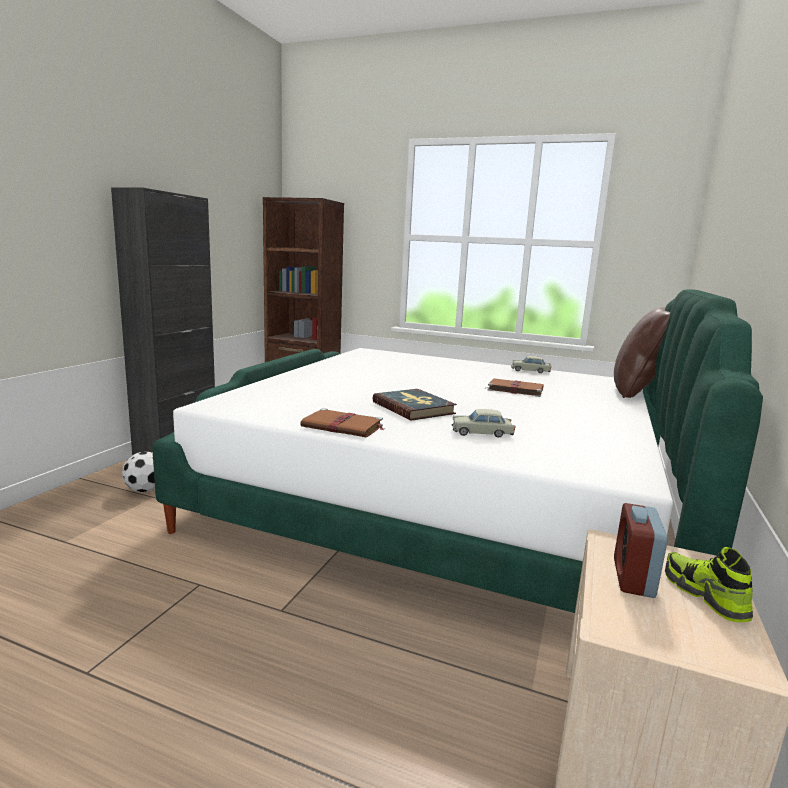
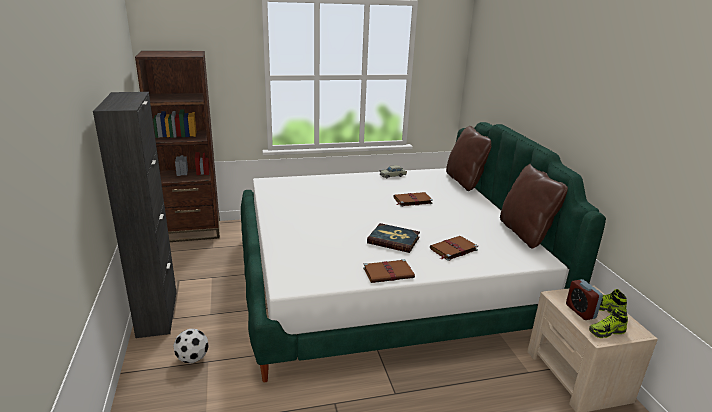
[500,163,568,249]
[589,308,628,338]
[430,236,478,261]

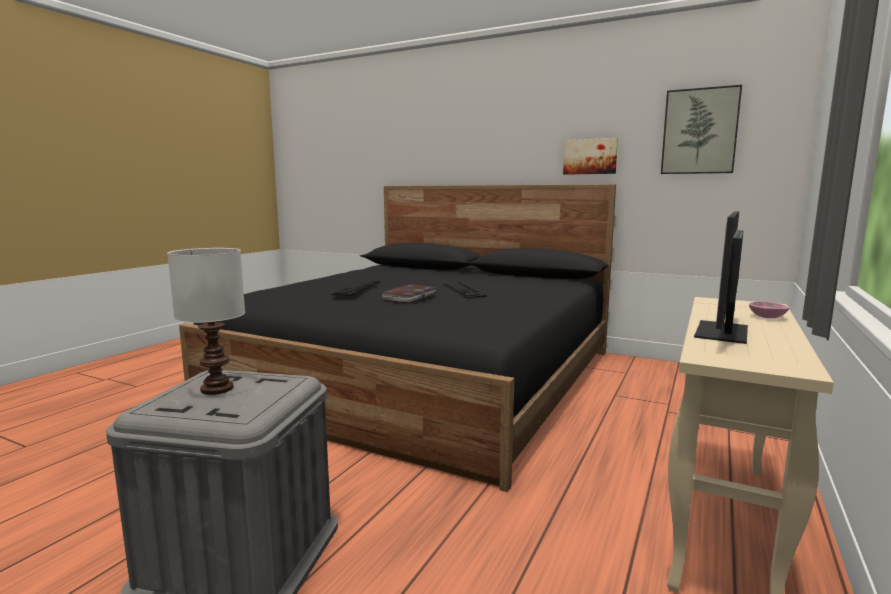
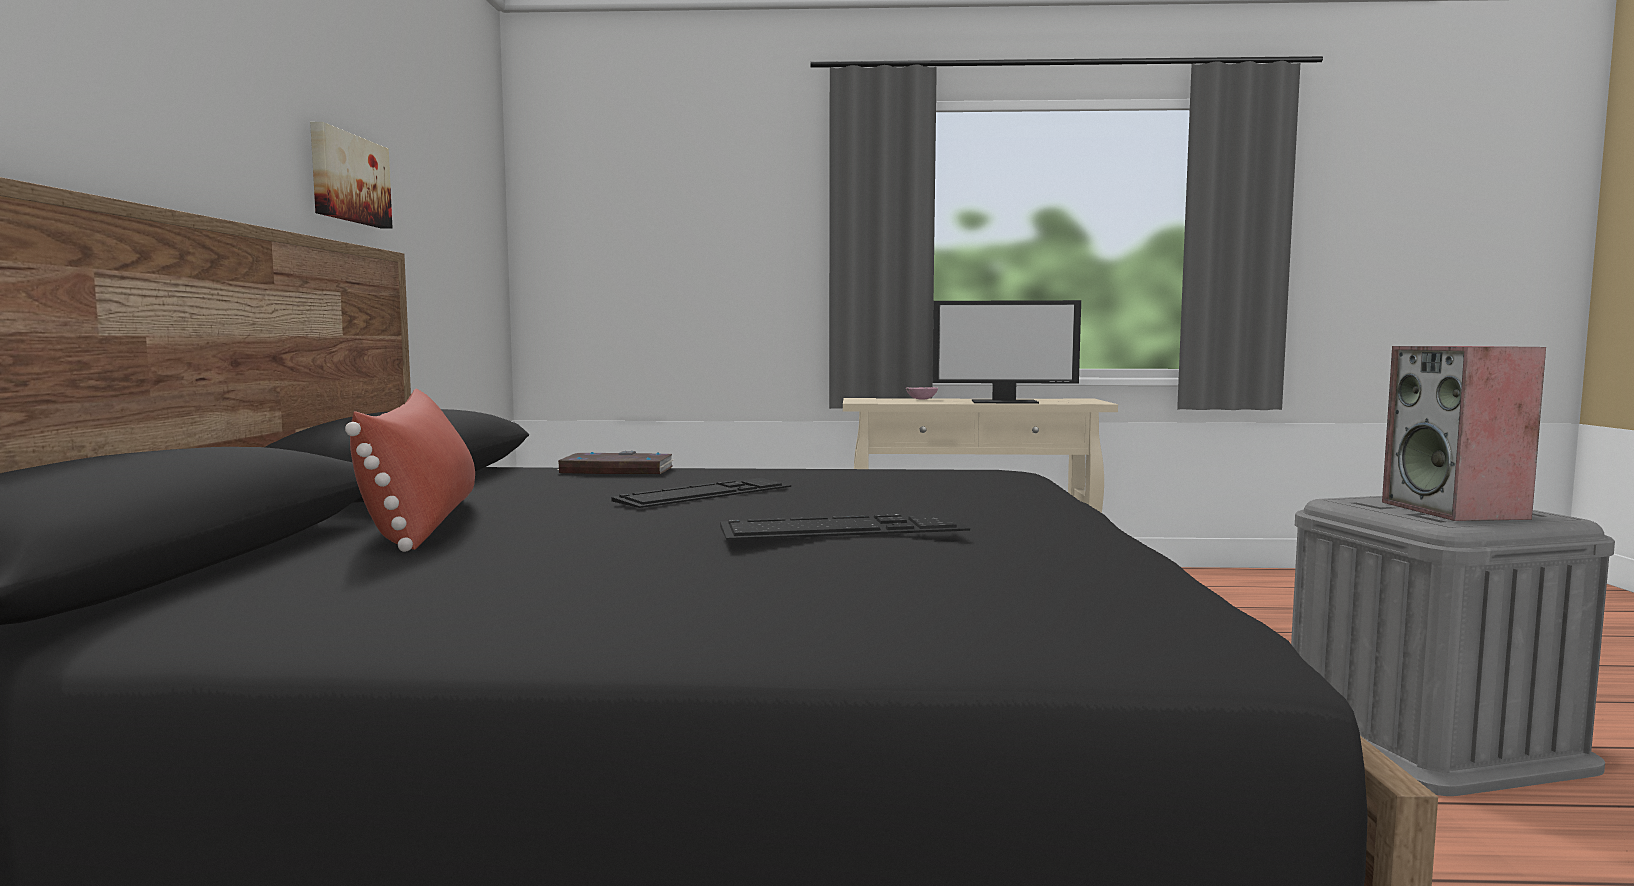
[661,85,742,174] (first image)
[345,389,475,552]
[557,451,675,474]
[1382,346,1546,521]

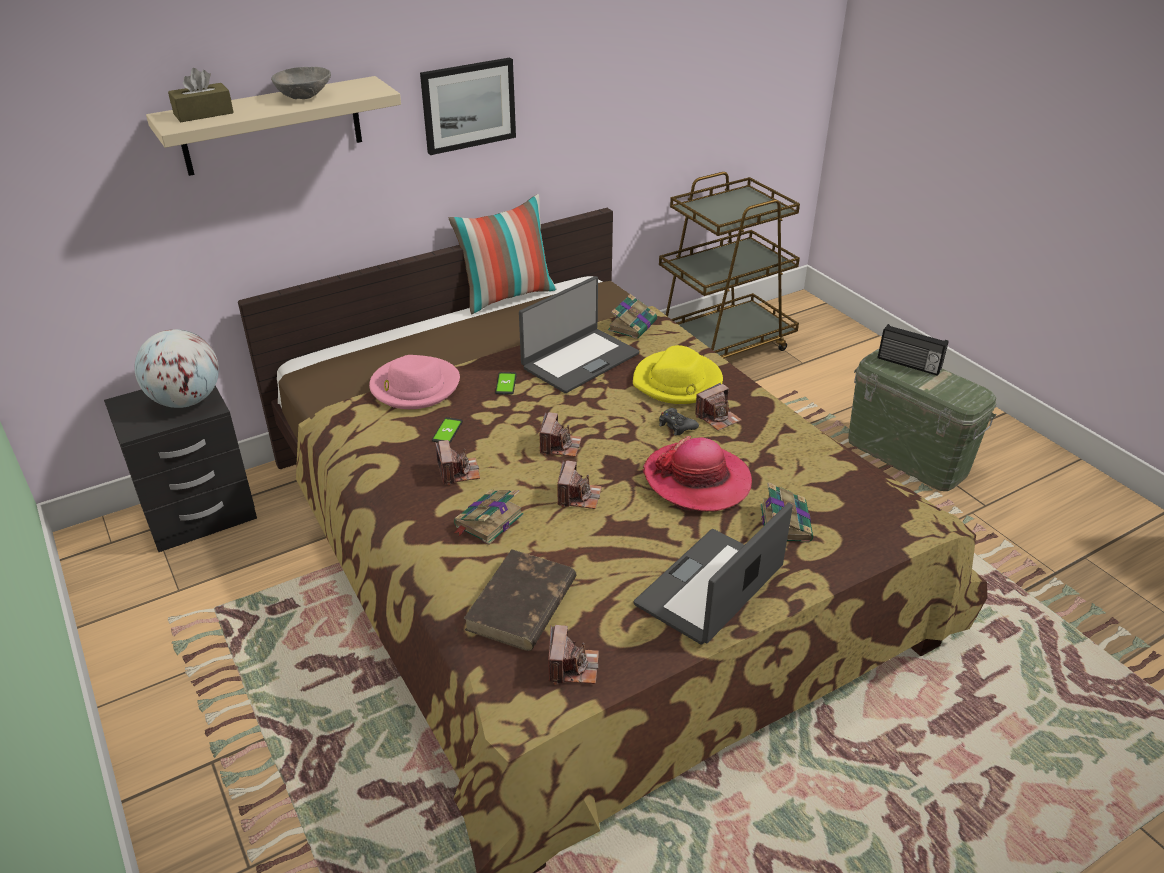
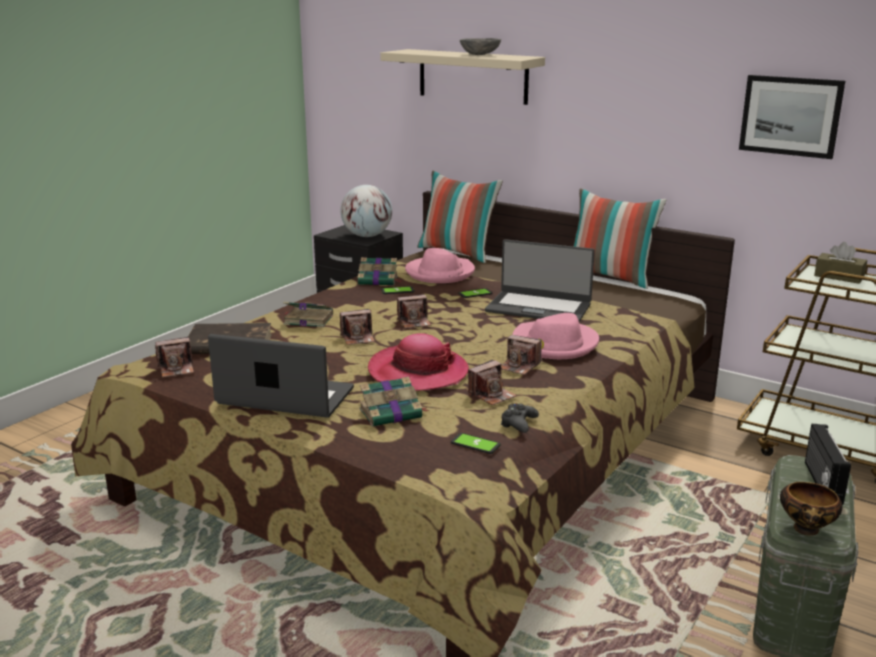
[417,170,503,263]
[451,433,501,454]
[780,482,843,536]
[814,242,867,284]
[739,75,845,159]
[468,360,517,405]
[358,257,400,286]
[500,403,539,433]
[512,313,599,359]

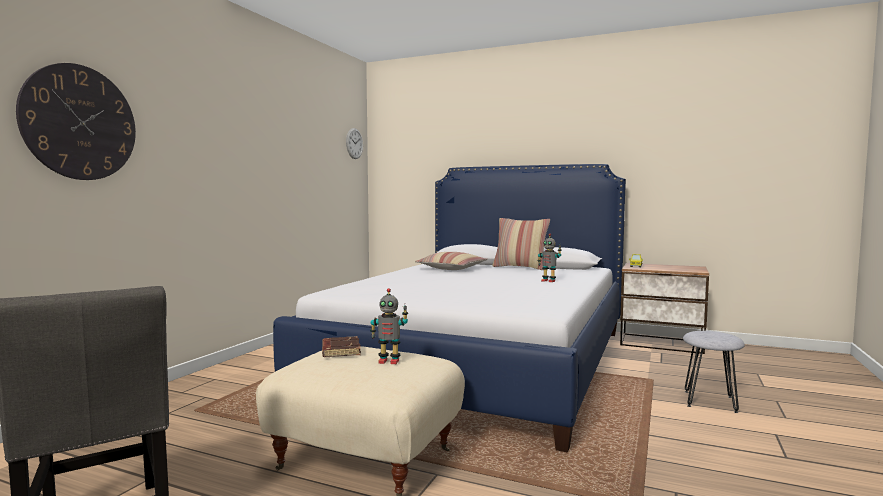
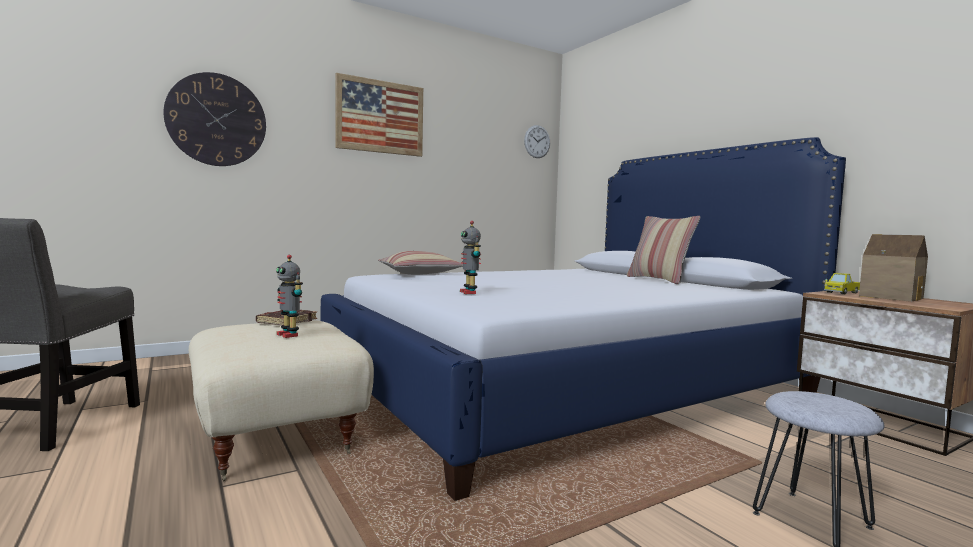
[335,73,423,157]
[859,234,928,302]
[378,251,463,275]
[460,221,481,294]

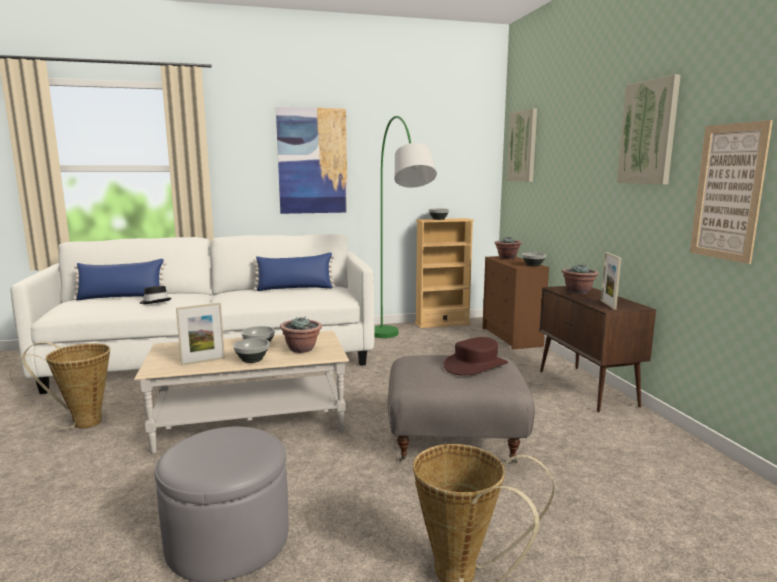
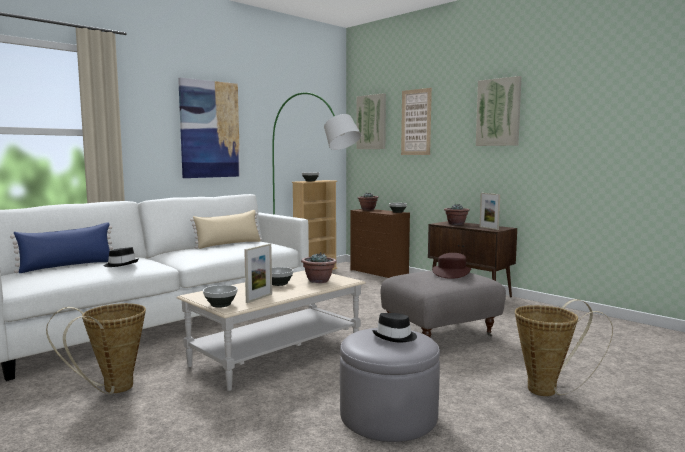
[372,313,417,343]
[203,285,238,308]
[401,88,432,155]
[190,210,262,249]

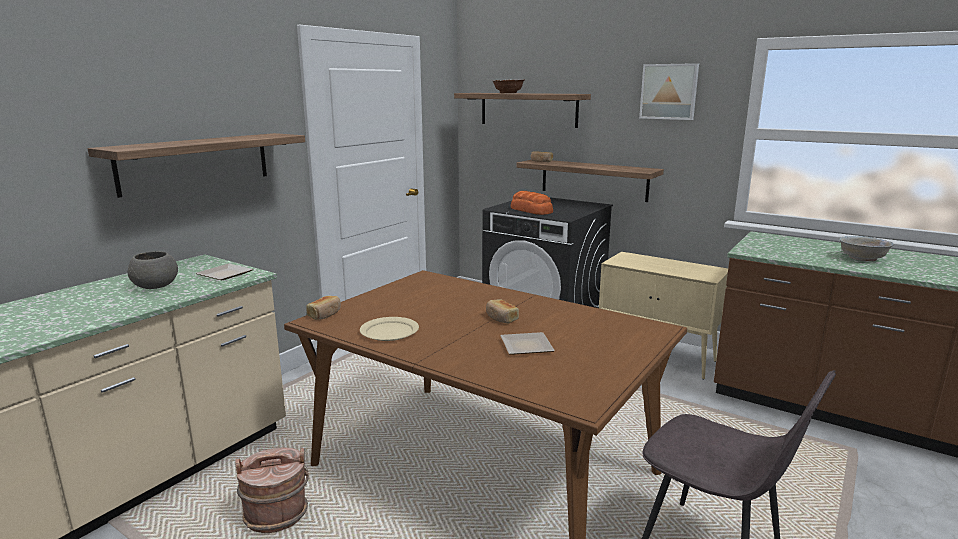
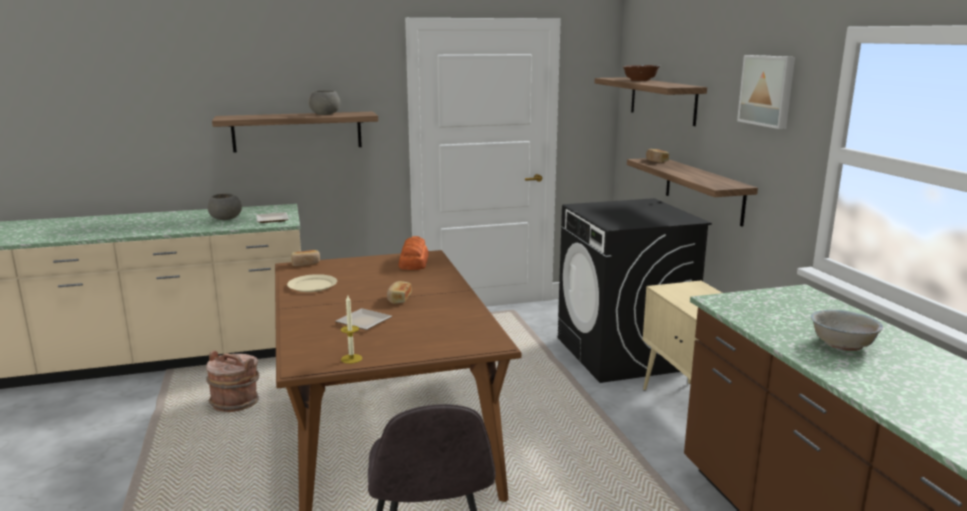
[308,90,340,115]
[341,296,362,364]
[398,236,429,270]

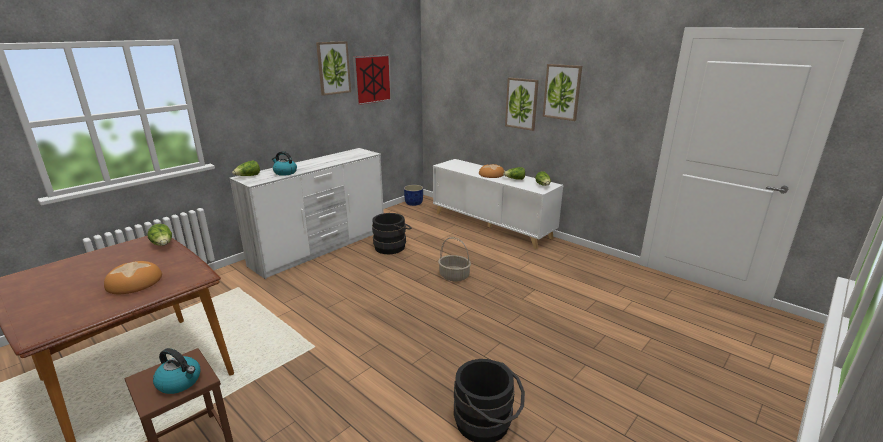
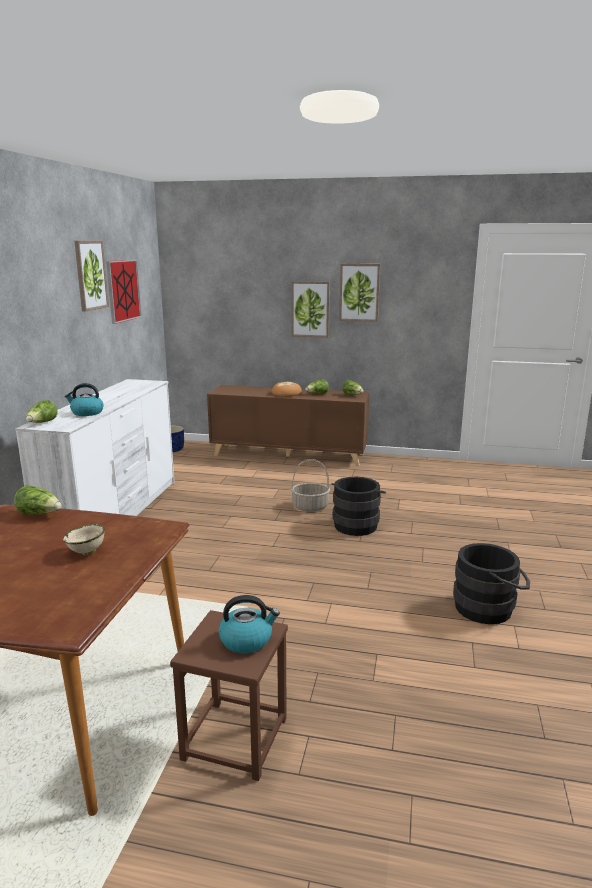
[331,477,386,536]
[63,524,105,555]
[207,385,369,466]

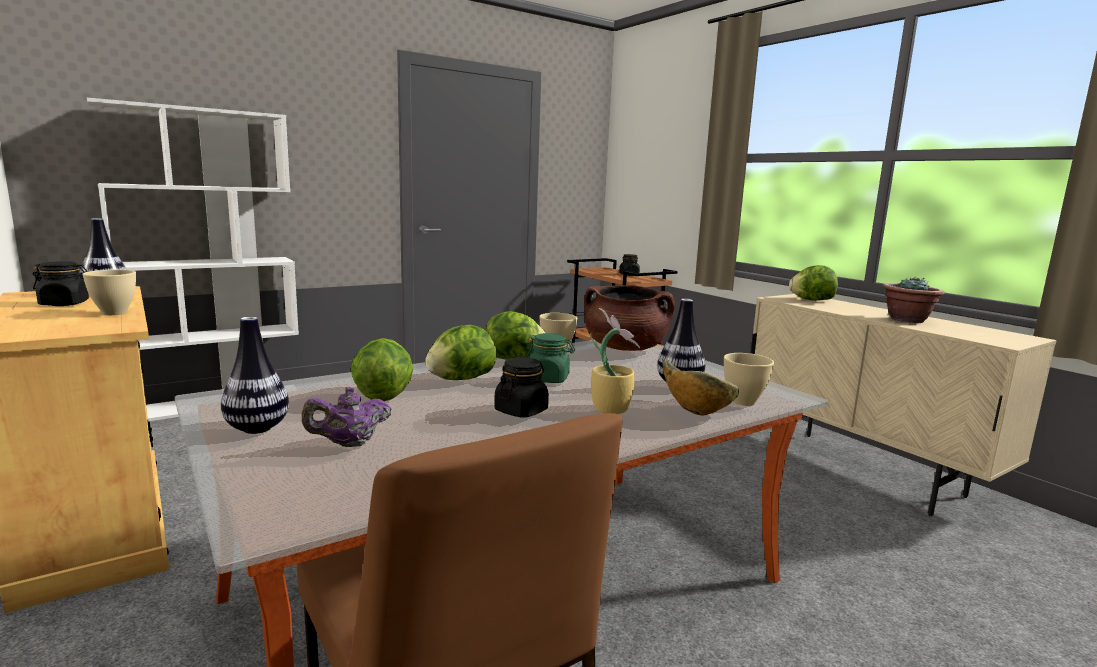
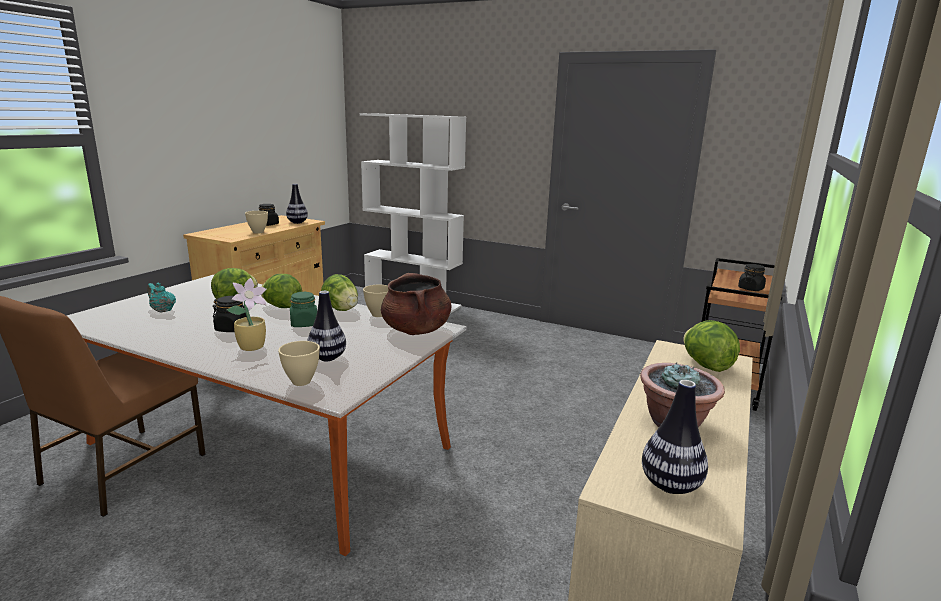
[663,358,739,416] (first image)
[642,380,708,494]
[147,283,176,313]

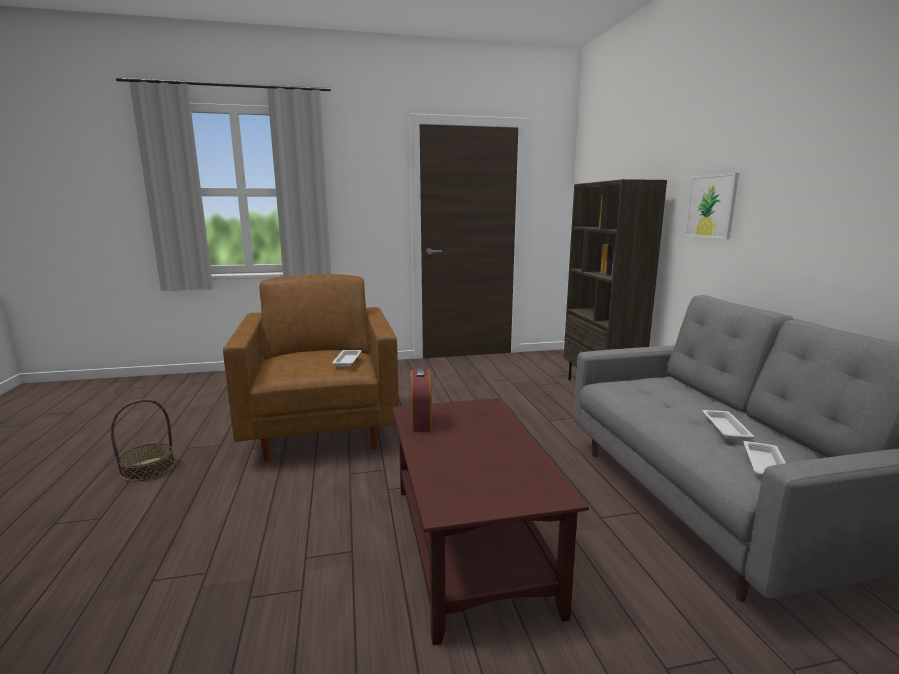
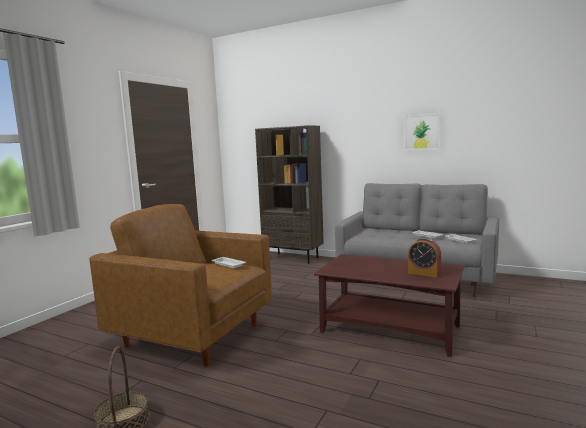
[408,237,441,278]
[404,114,440,150]

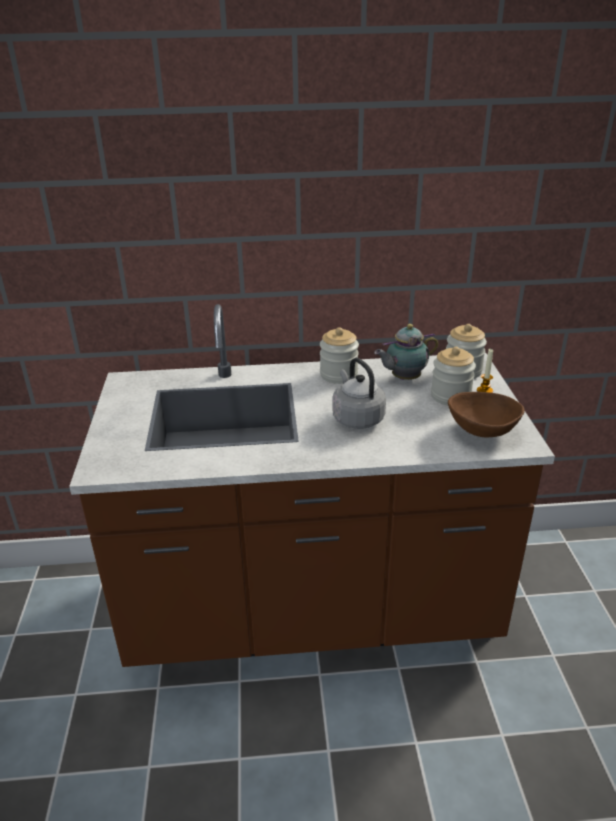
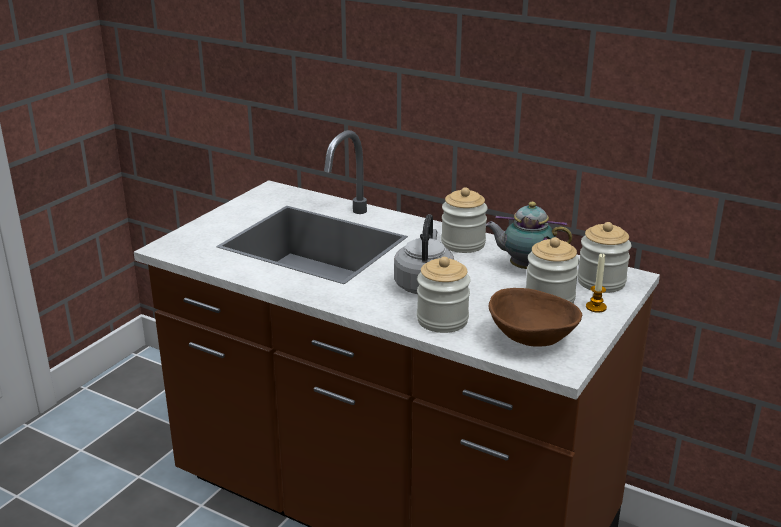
[417,257,471,333]

